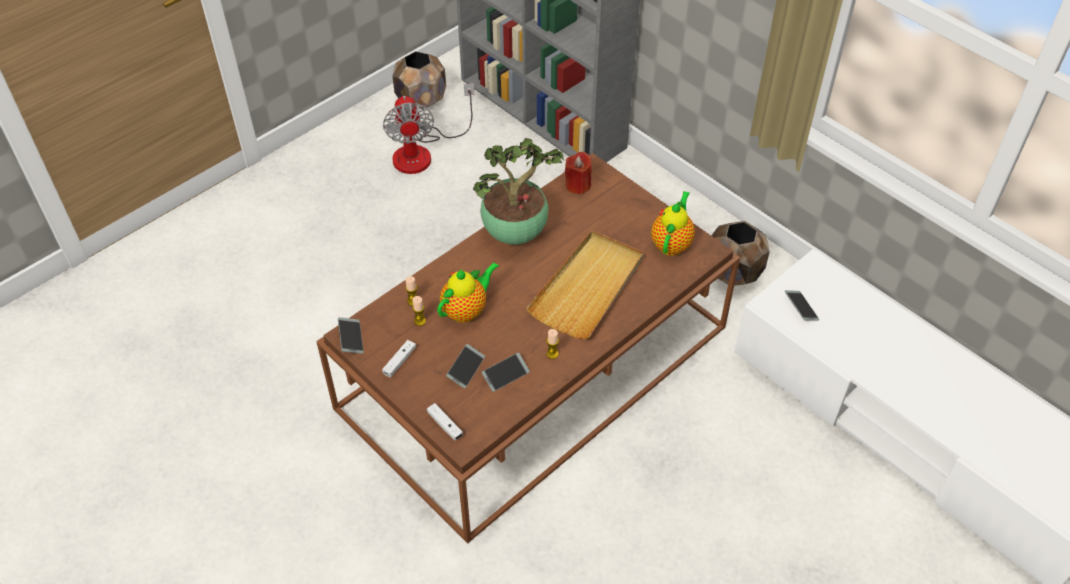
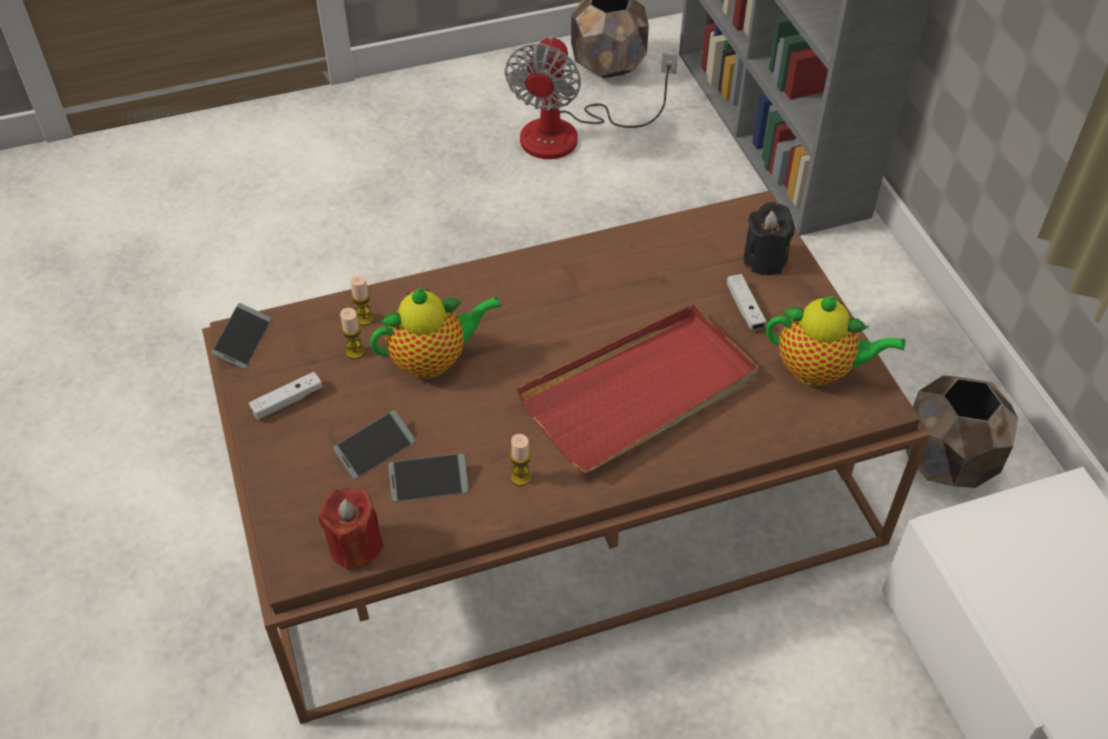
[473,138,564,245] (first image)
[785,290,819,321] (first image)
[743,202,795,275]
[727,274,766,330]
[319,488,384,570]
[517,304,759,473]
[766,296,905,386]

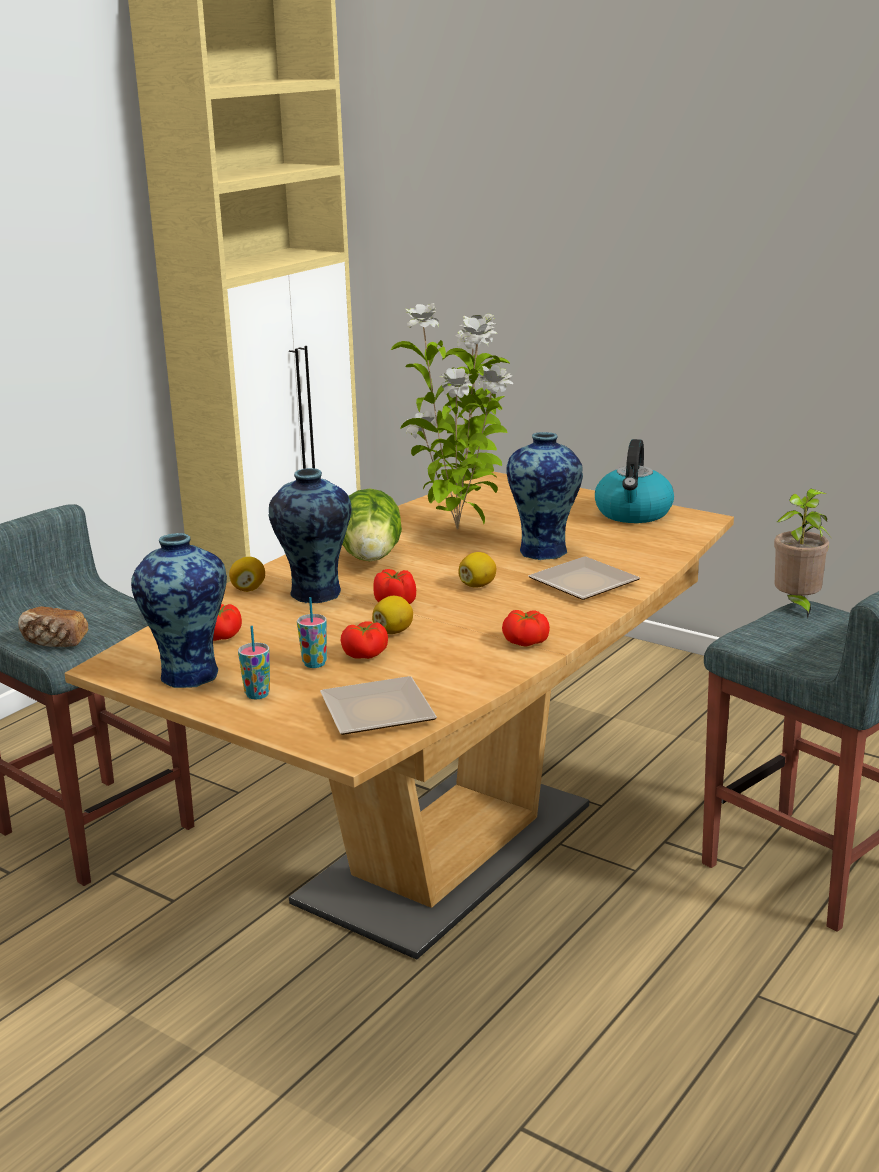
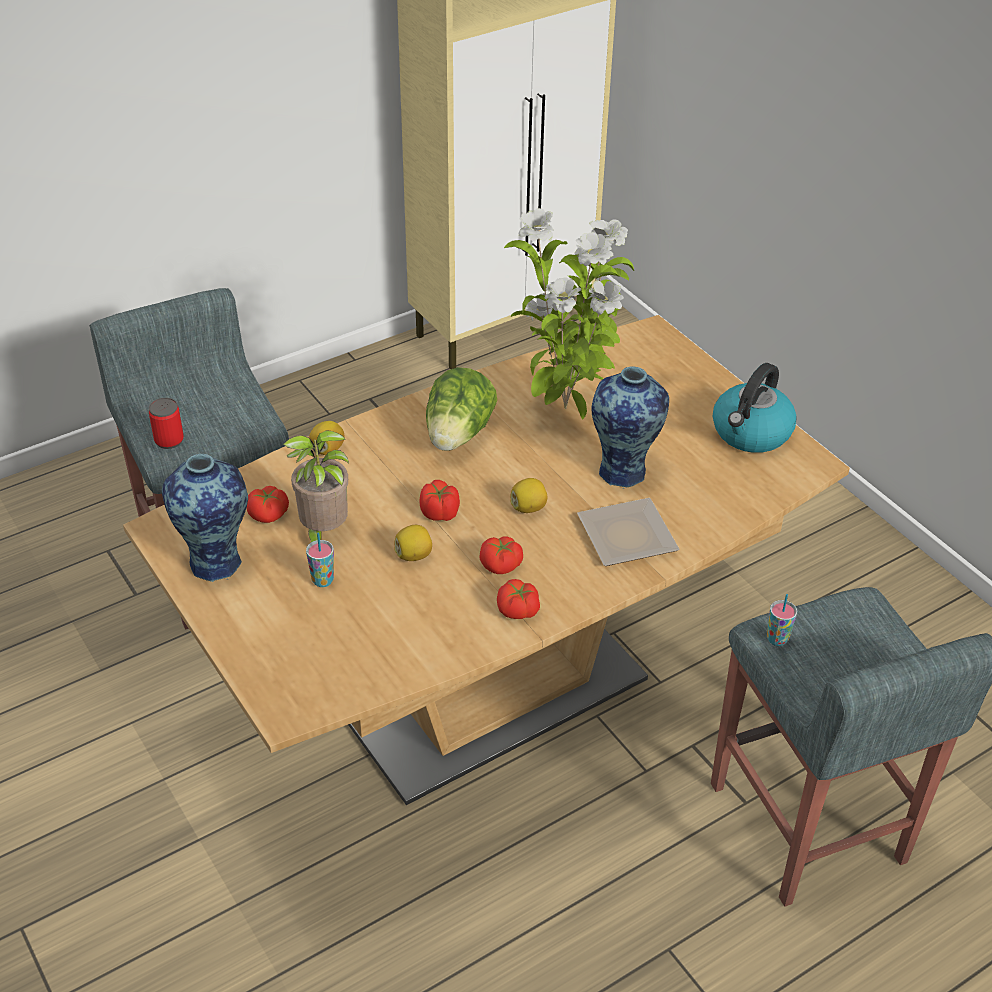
[268,468,352,603] (first image)
[320,676,437,735] (first image)
[767,594,797,646]
[479,536,523,574]
[283,430,349,542]
[149,398,184,449]

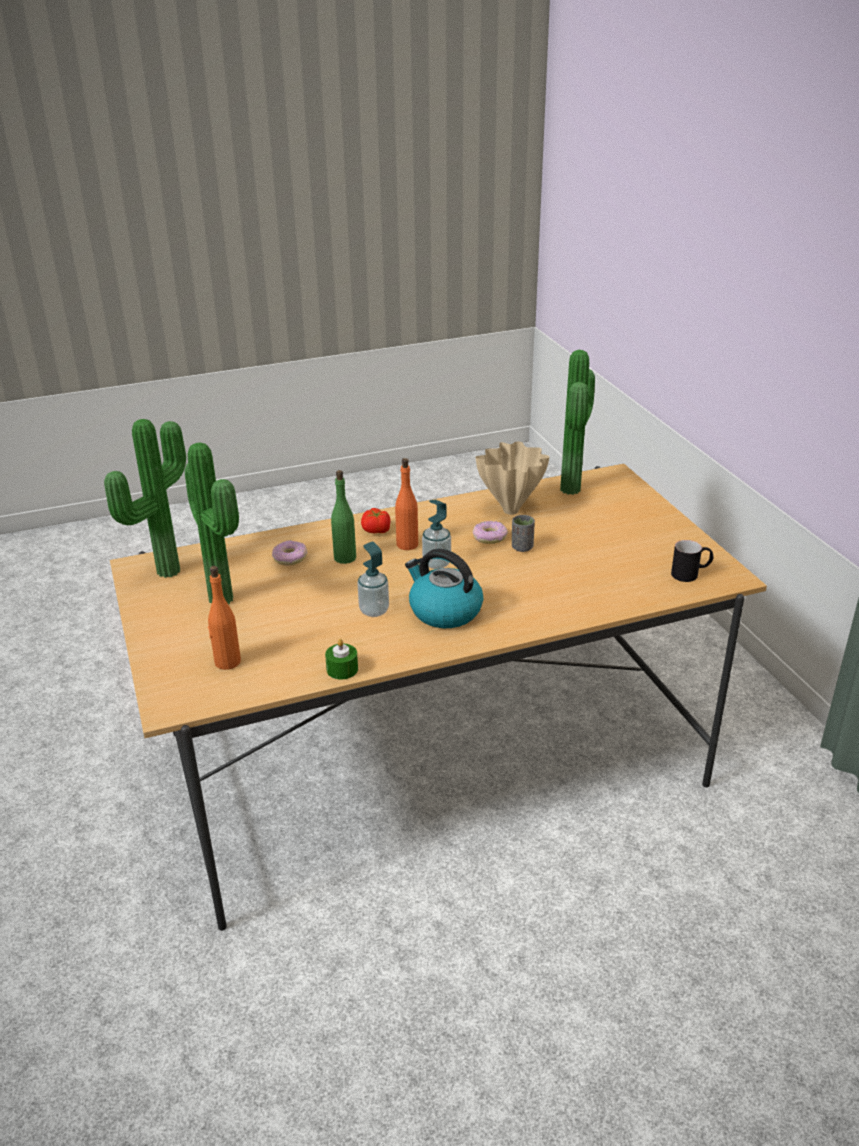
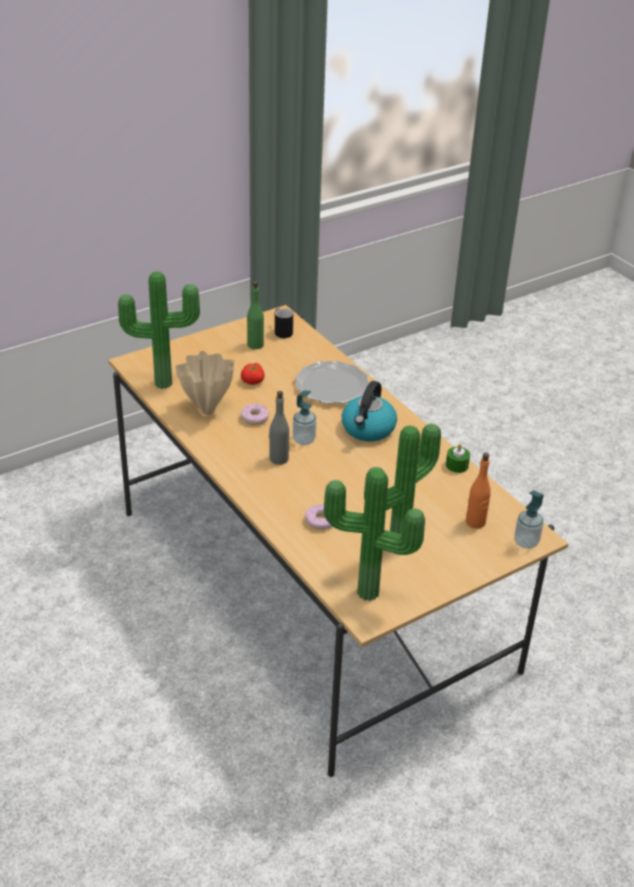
[512,515,535,552] (first image)
[295,361,369,404]
[247,281,264,349]
[514,490,544,549]
[241,363,264,385]
[269,391,289,465]

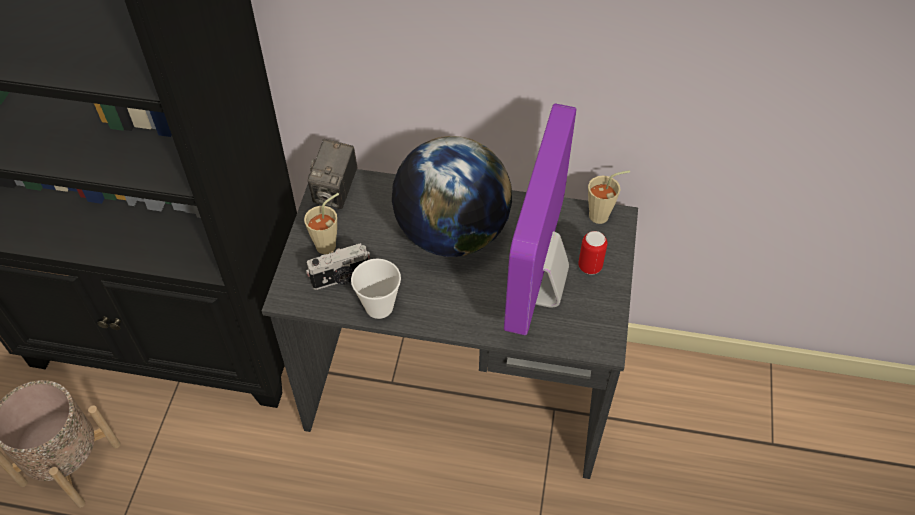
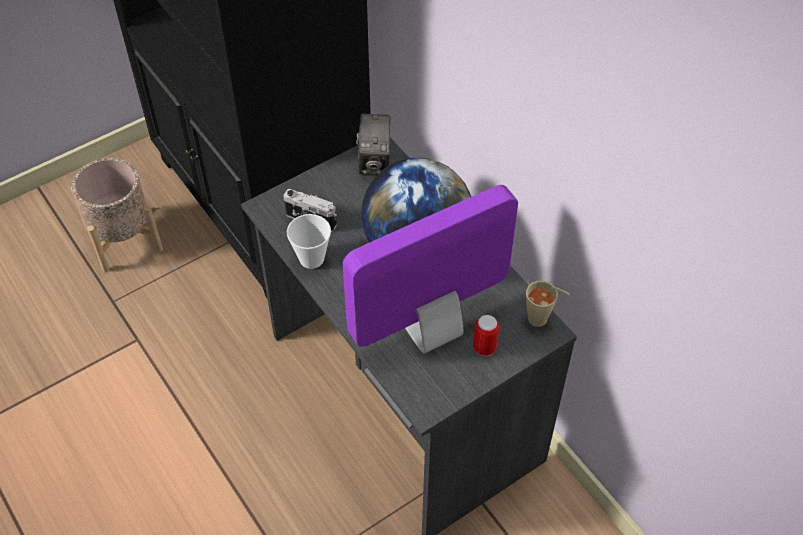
[304,193,339,254] (first image)
[356,114,391,175]

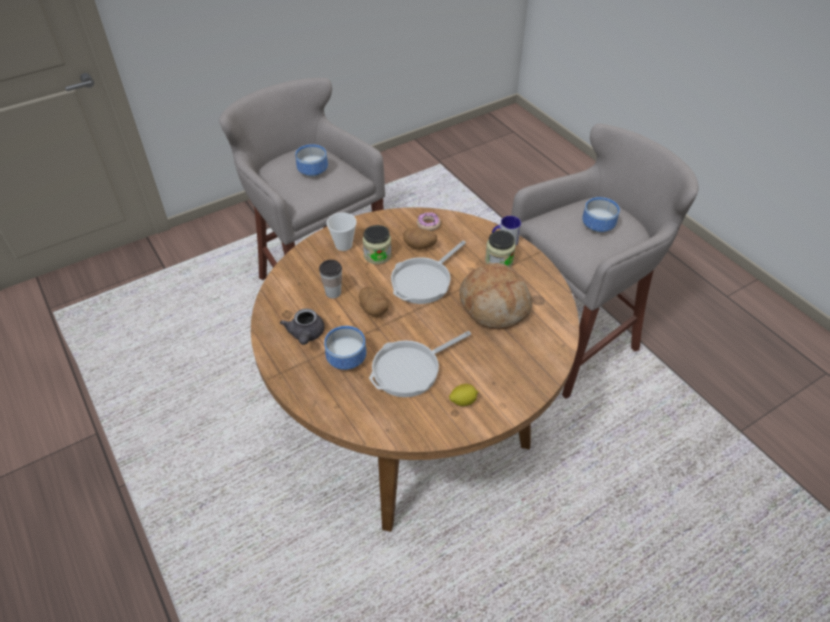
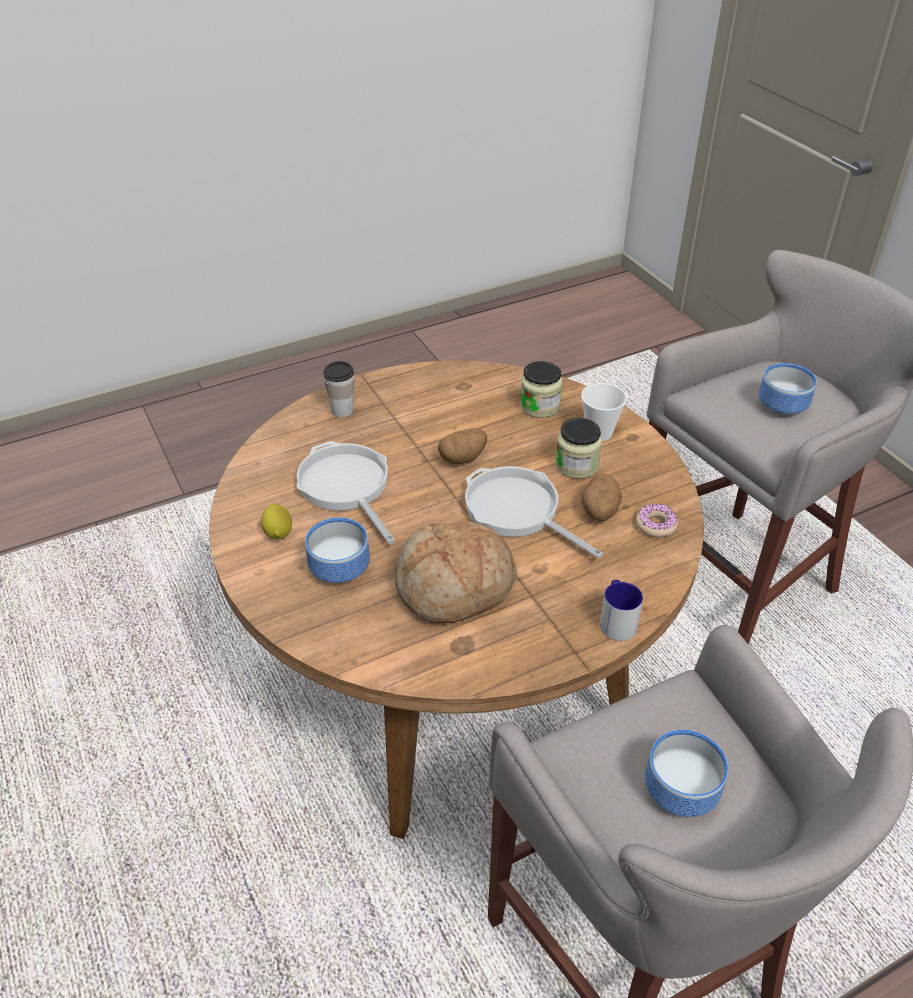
[280,309,325,345] (first image)
[323,361,355,417]
[305,518,370,583]
[520,361,562,418]

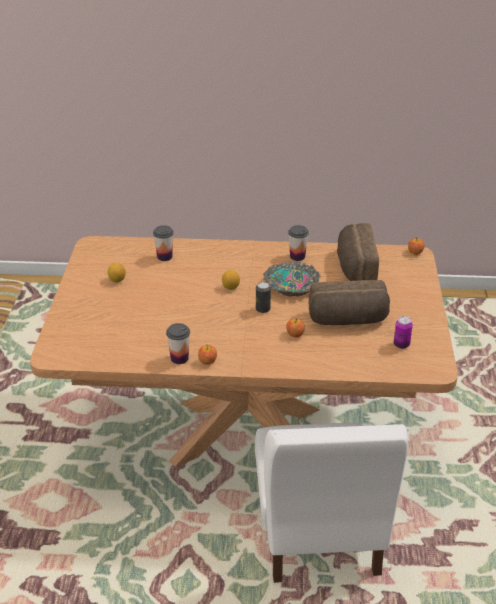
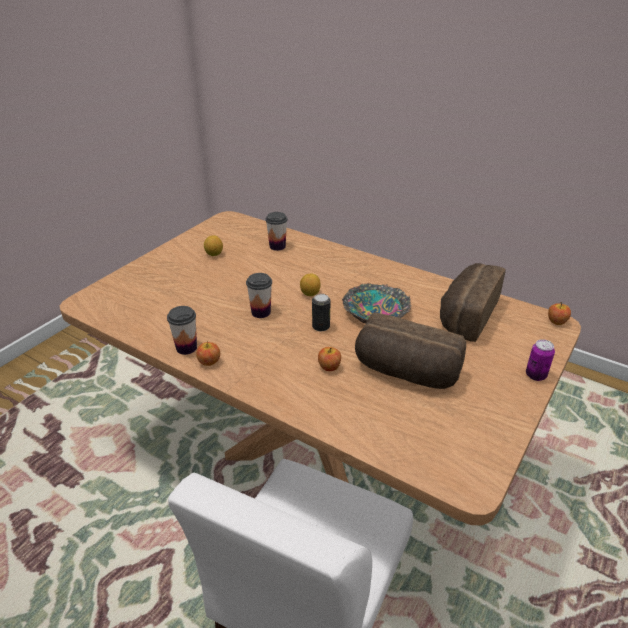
[246,273,272,318]
[526,339,555,381]

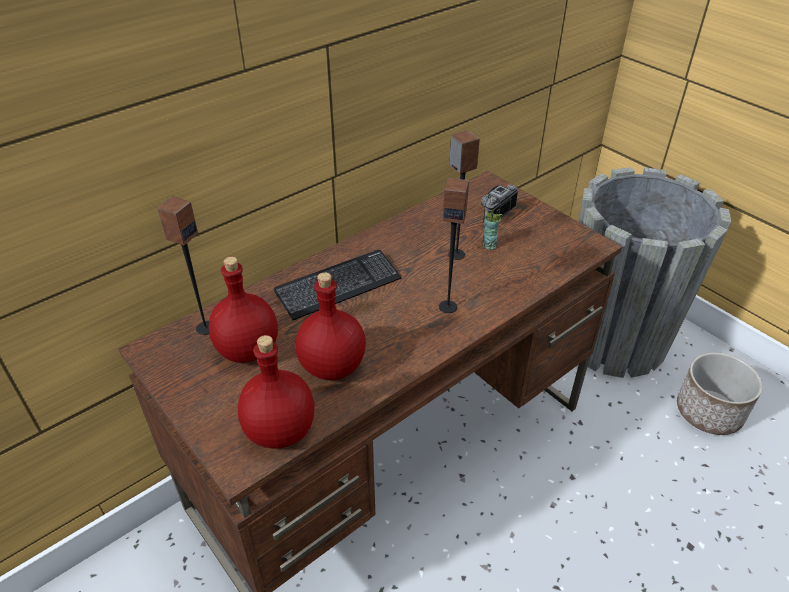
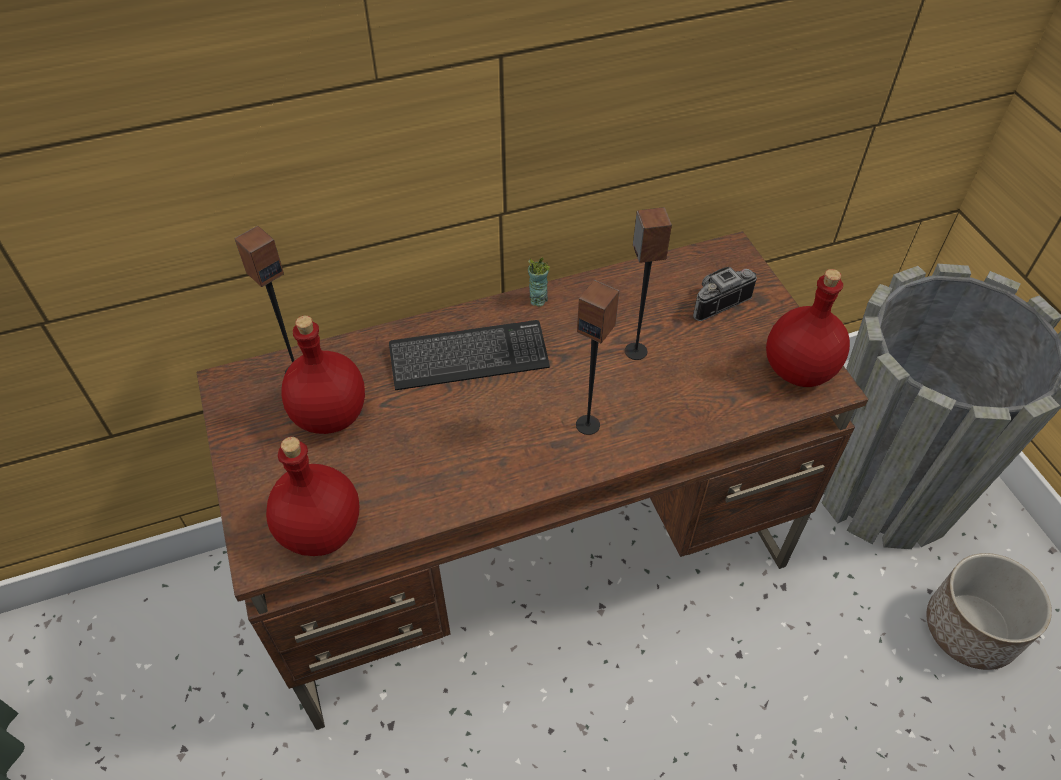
[766,269,850,387]
[528,257,550,307]

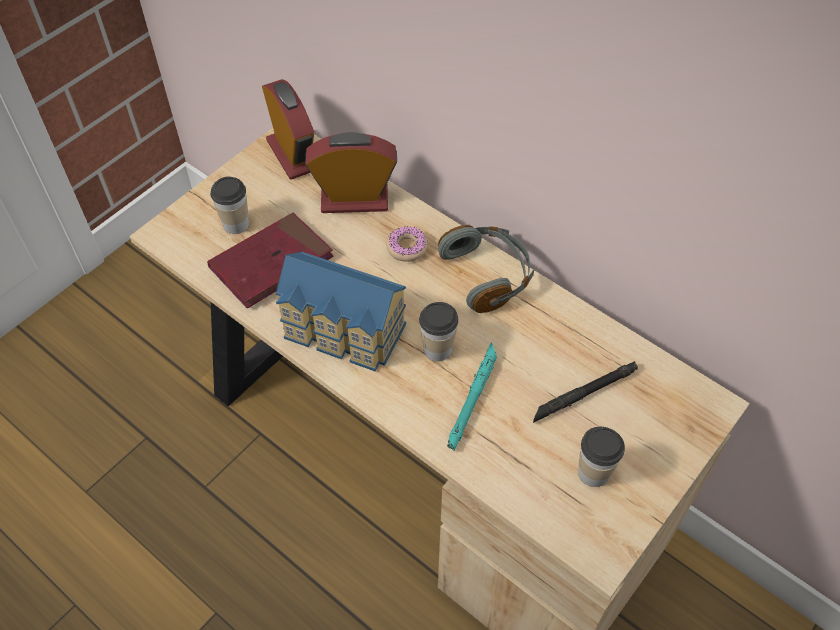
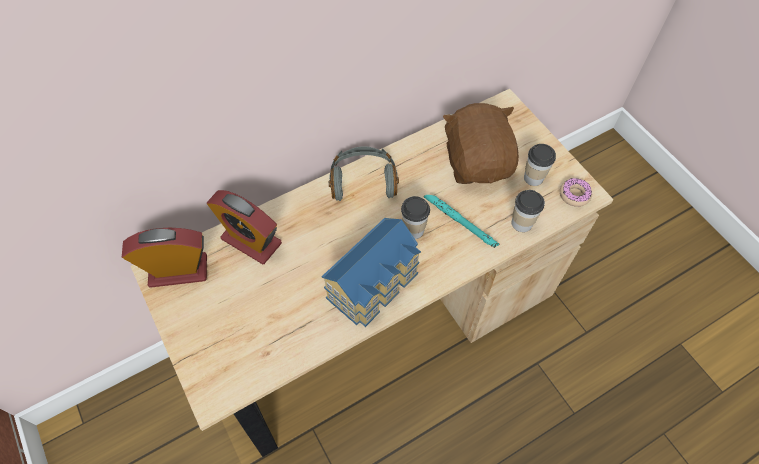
[207,213,333,308] (first image)
[511,190,545,232]
[560,178,592,207]
[443,103,519,184]
[207,190,282,264]

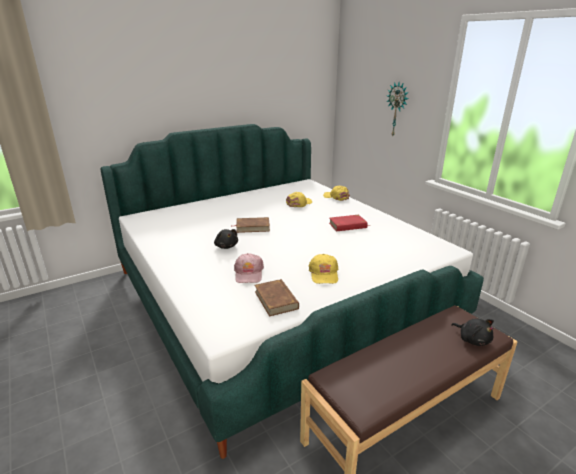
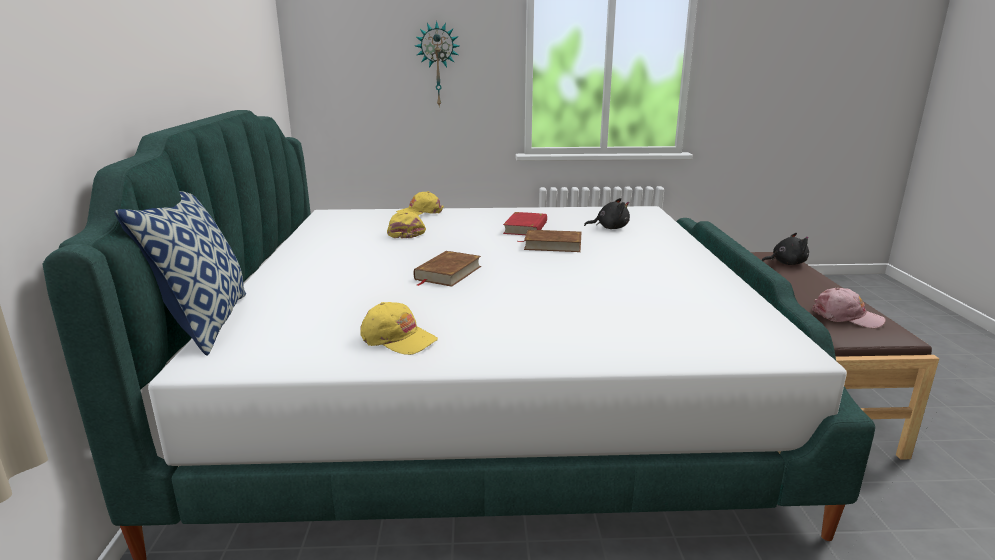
[114,191,246,355]
[584,198,630,229]
[812,288,886,328]
[517,230,581,252]
[360,302,438,355]

